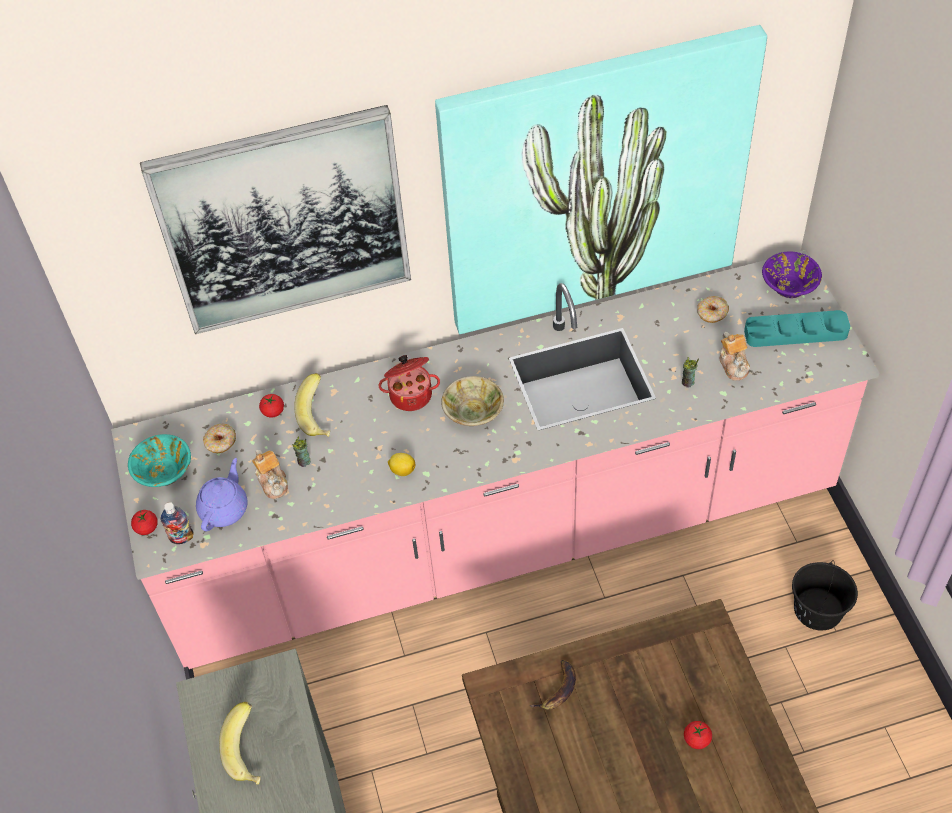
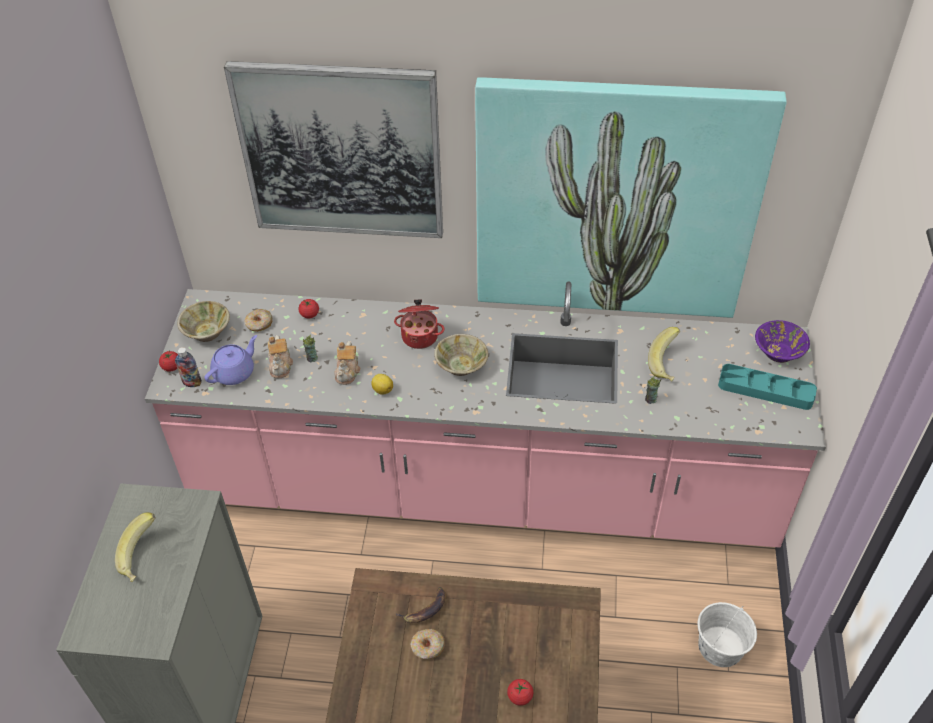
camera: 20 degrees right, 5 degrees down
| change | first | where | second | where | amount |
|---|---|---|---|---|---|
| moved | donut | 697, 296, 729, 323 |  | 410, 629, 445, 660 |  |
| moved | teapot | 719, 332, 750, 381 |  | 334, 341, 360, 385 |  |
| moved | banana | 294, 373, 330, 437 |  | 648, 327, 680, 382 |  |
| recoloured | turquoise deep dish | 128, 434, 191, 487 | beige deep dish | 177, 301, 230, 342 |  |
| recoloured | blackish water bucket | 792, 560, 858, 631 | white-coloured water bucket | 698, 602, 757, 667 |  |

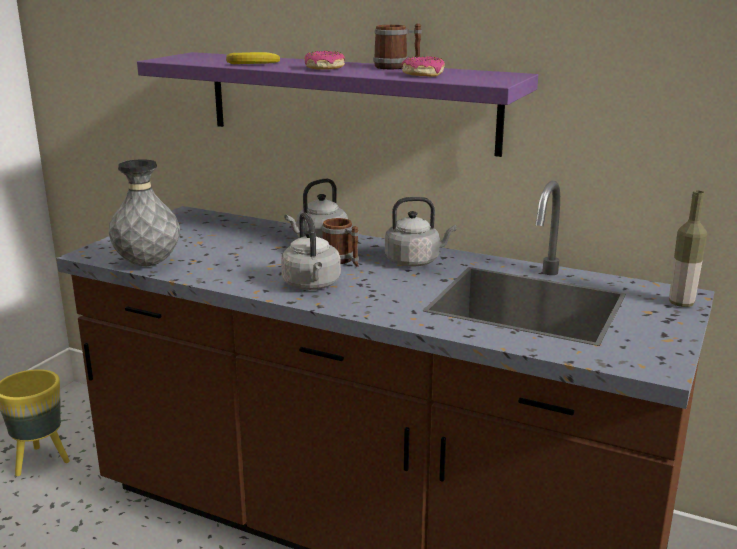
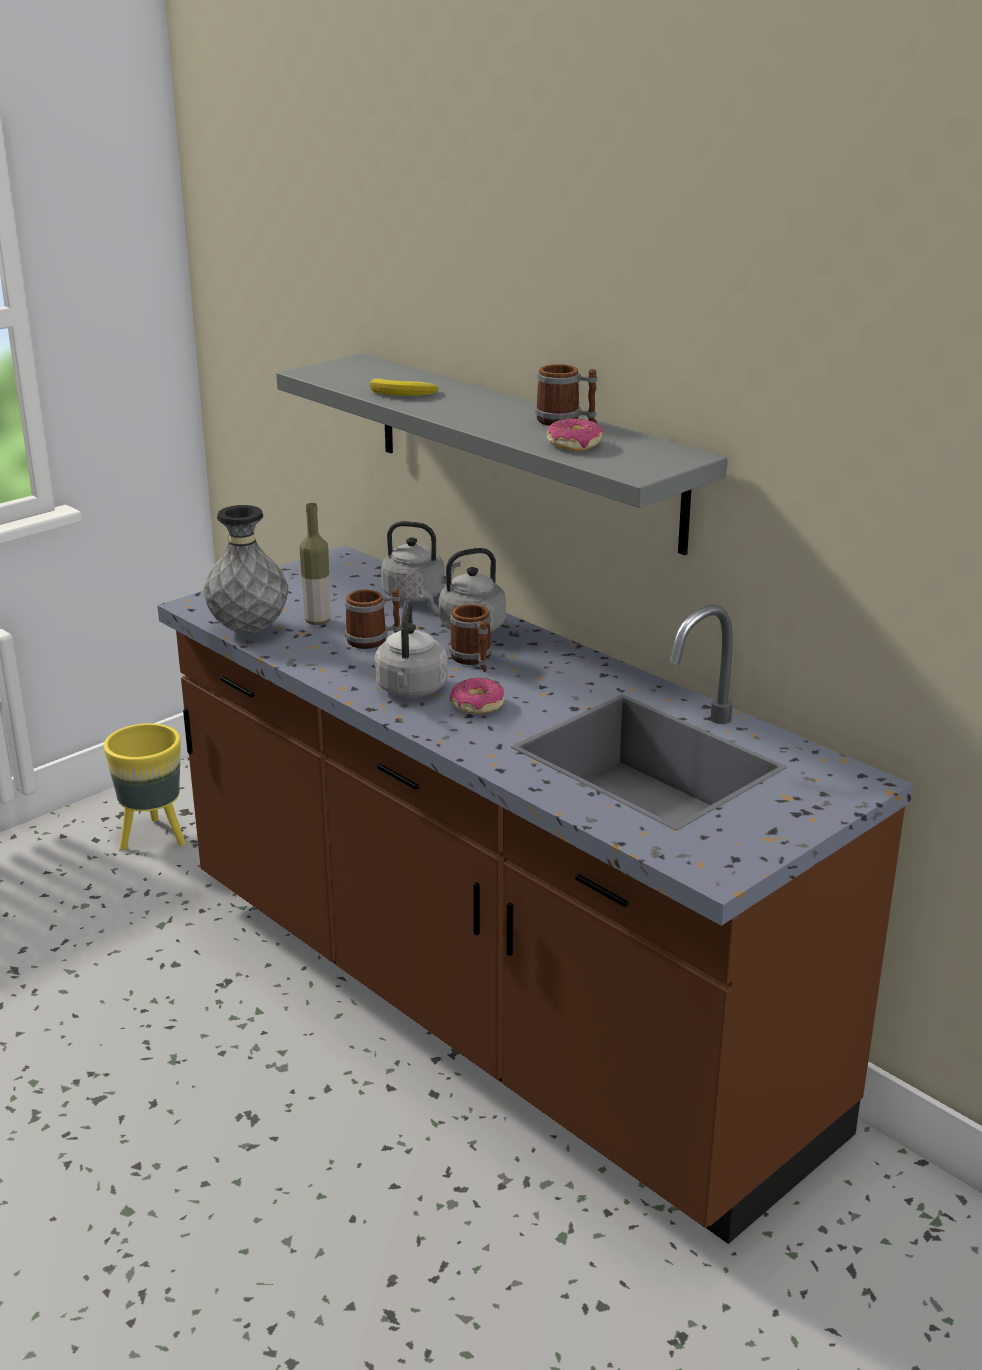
camera: 20 degrees right, 5 degrees up
| change | first | where | second | where | amount |
|---|---|---|---|---|---|
| moved | donut | 304, 51, 345, 70 |  | 450, 678, 505, 714 |  |
| recoloured | purple-coloured wall shelf | 137, 52, 538, 157 | greyish wall shelf | 276, 353, 728, 555 |  |
| moved | beverage bottle | 669, 190, 707, 307 |  | 300, 503, 331, 625 |  |
| moved | greyish tea kettle | 385, 197, 457, 266 |  | 381, 521, 461, 602 |  |
| added |  |  | coffee mug | 345, 589, 401, 649 |  |

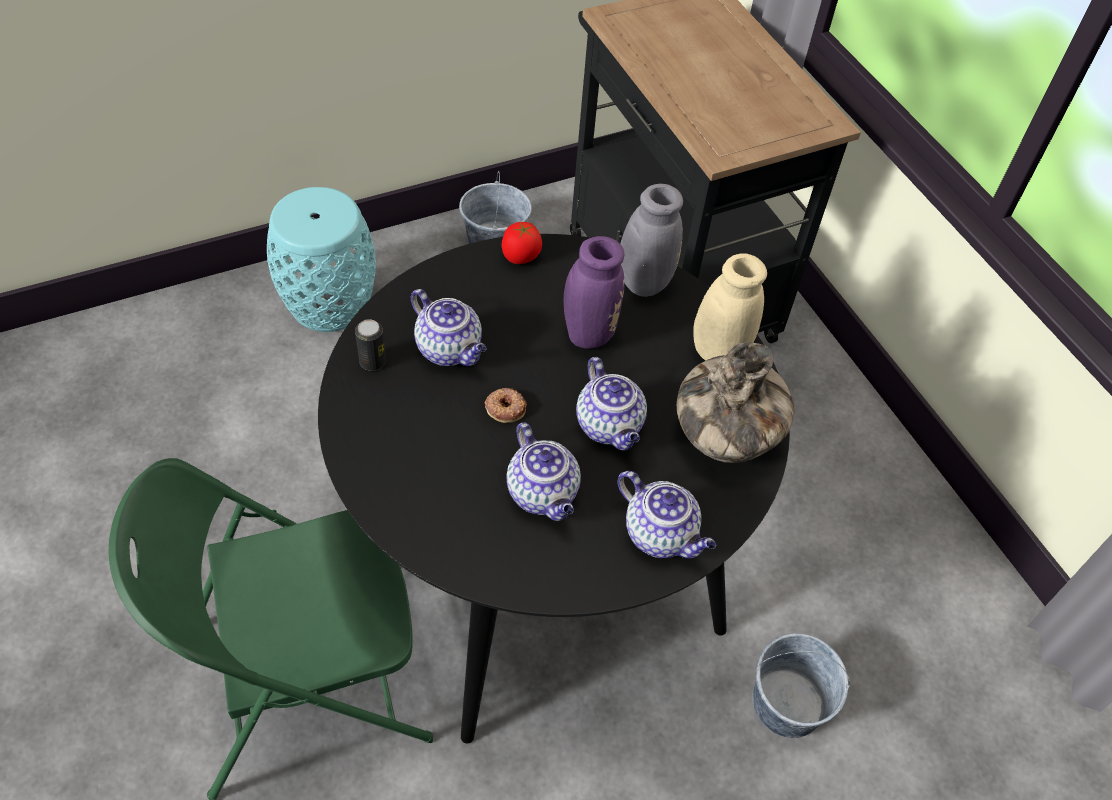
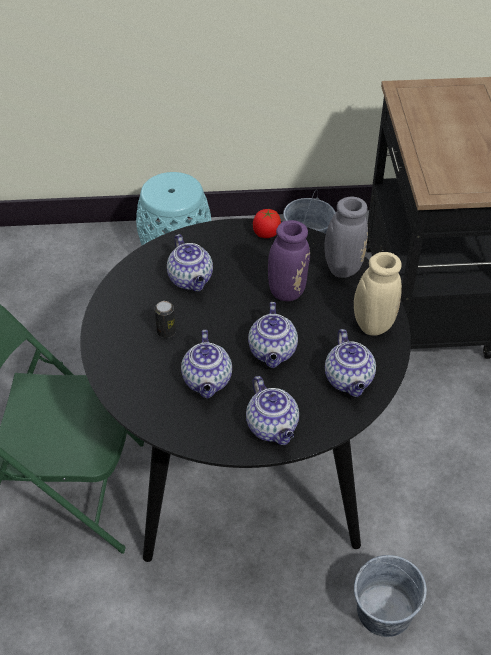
camera: 25 degrees right, 5 degrees down
| change | first | where | second | where | amount |
|---|---|---|---|---|---|
| moved | sealed can | 355, 319, 386, 371 |  | 154, 301, 176, 338 |  |
| replaced | flower vase | 677, 342, 794, 463 | teapot | 325, 329, 376, 397 |  |
| removed | donut | 485, 388, 527, 423 |  |  |  |

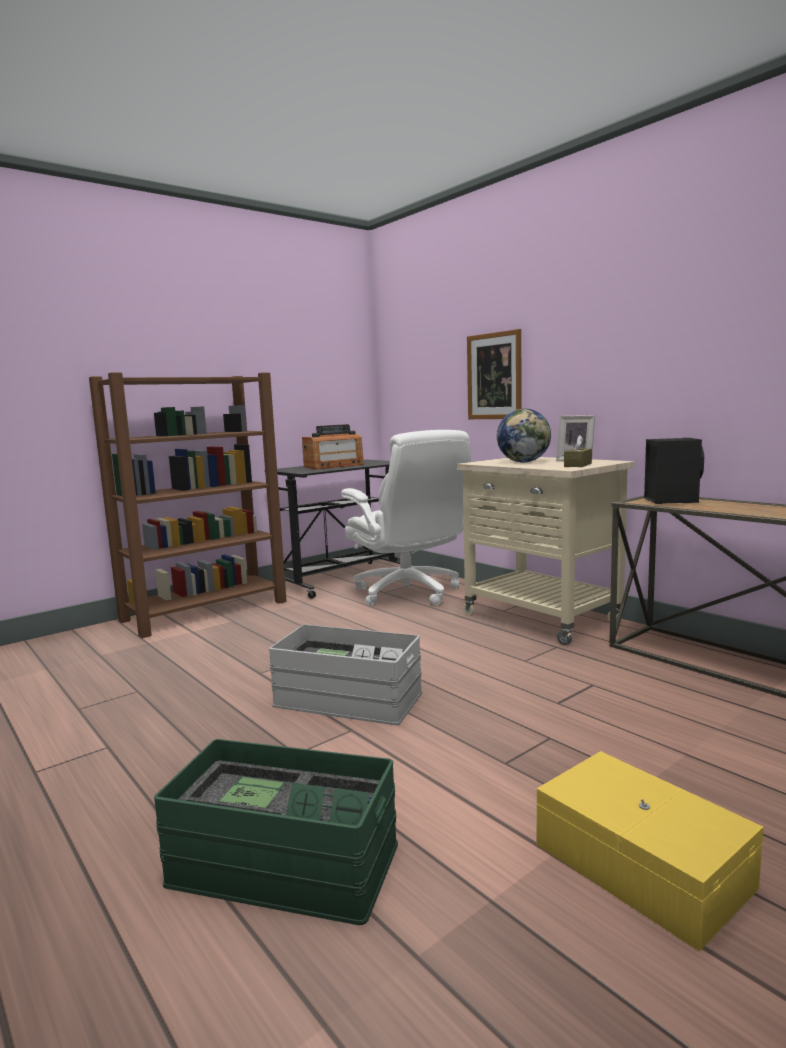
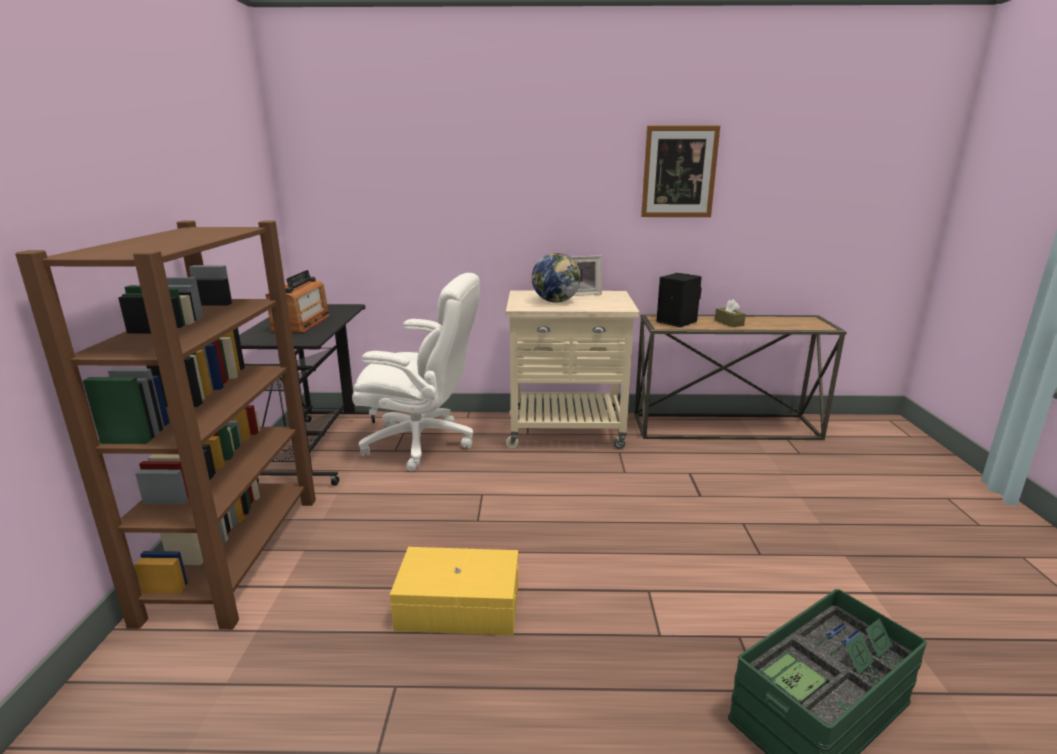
camera: 50 degrees left, 10 degrees up
| change | first | where | second | where | amount |
|---|---|---|---|---|---|
| moved | wall picture | 467, 329, 521, 419 |  | 641, 126, 720, 217 |  |
| moved | brown-coloured tissue box | 564, 435, 592, 467 |  | 715, 299, 746, 327 |  |
| removed | greyish storage bin | 269, 625, 422, 725 |  |  |  |
| moved | yellowish storage bin | 537, 751, 764, 952 |  | 390, 547, 518, 636 |  |

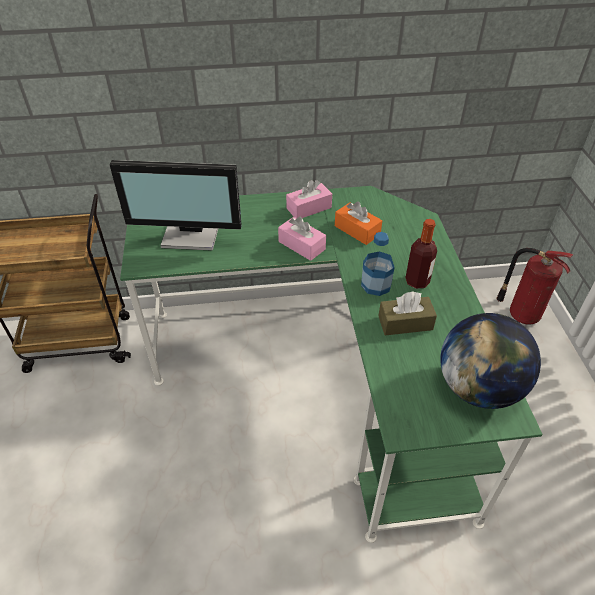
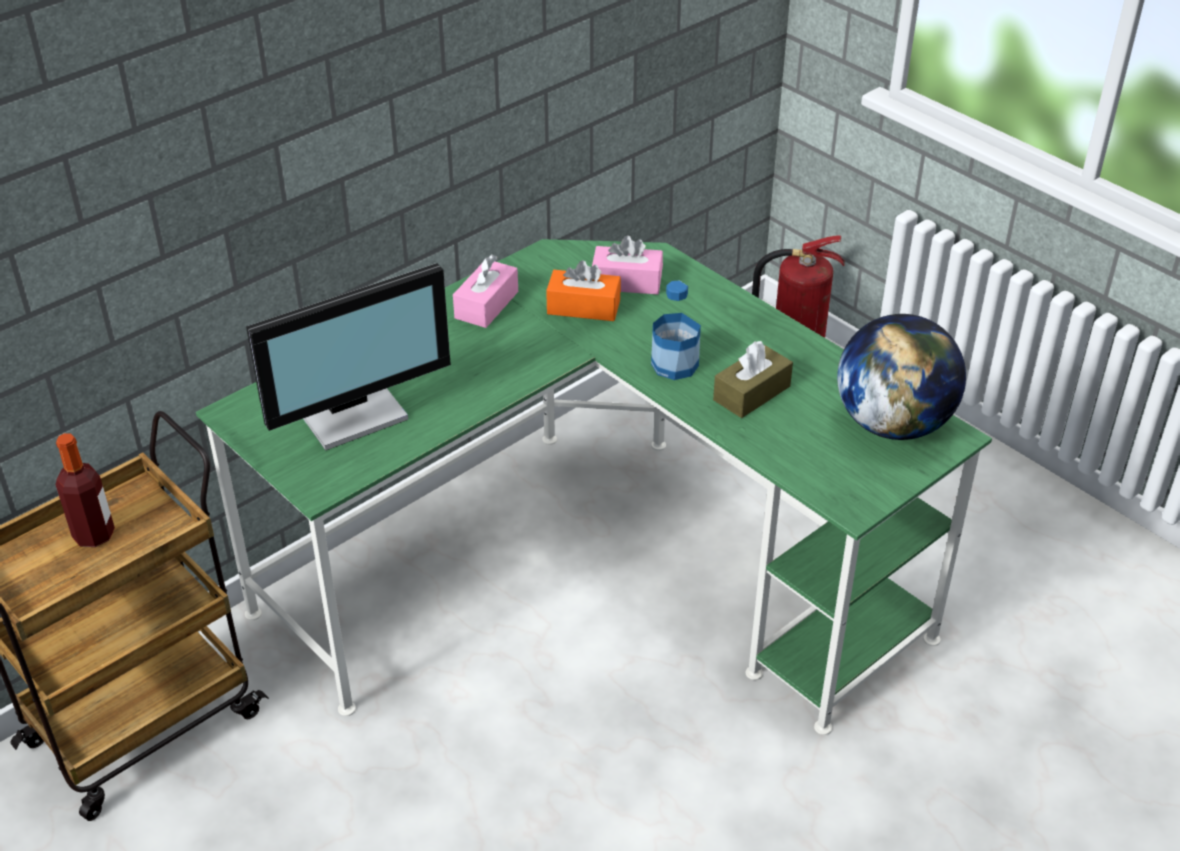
camera: 35 degrees left, 5 degrees down
| change | first | where | second | where | amount |
|---|---|---|---|---|---|
| moved | pink tissue box | 278, 217, 326, 261 |  | 592, 235, 663, 295 |  |
| moved | beverage bottle | 405, 219, 437, 289 |  | 56, 433, 115, 547 |  |

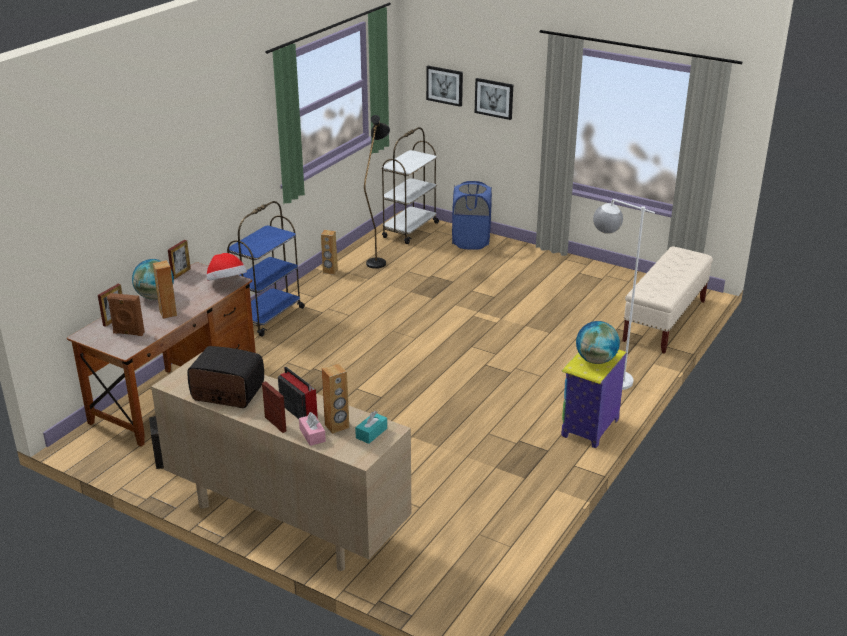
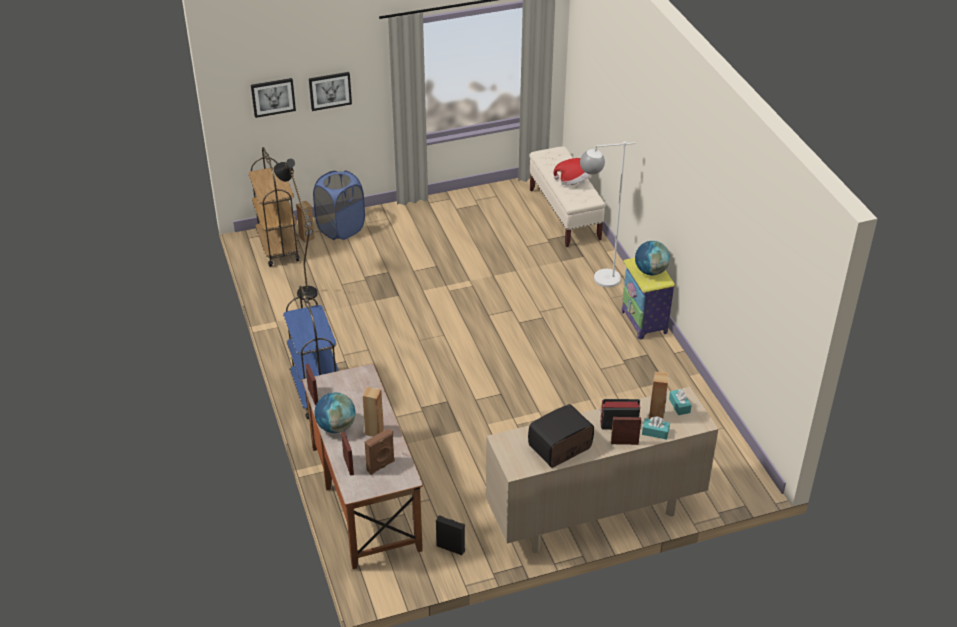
camera: 50 degrees left, 10 degrees up
| change | first | where | second | where | amount |
|---|---|---|---|---|---|
| recoloured | white-coloured cart | 381, 127, 439, 244 | brown-coloured cart | 248, 147, 300, 267 |  |
| moved | brown-coloured speaker | 321, 230, 338, 275 |  | 296, 201, 315, 243 |  |
| moved | clothing hat | 206, 253, 247, 281 |  | 553, 158, 591, 185 |  |
| recoloured | pink tissue box | 299, 412, 326, 446 | turquoise tissue box | 642, 416, 670, 440 |  |

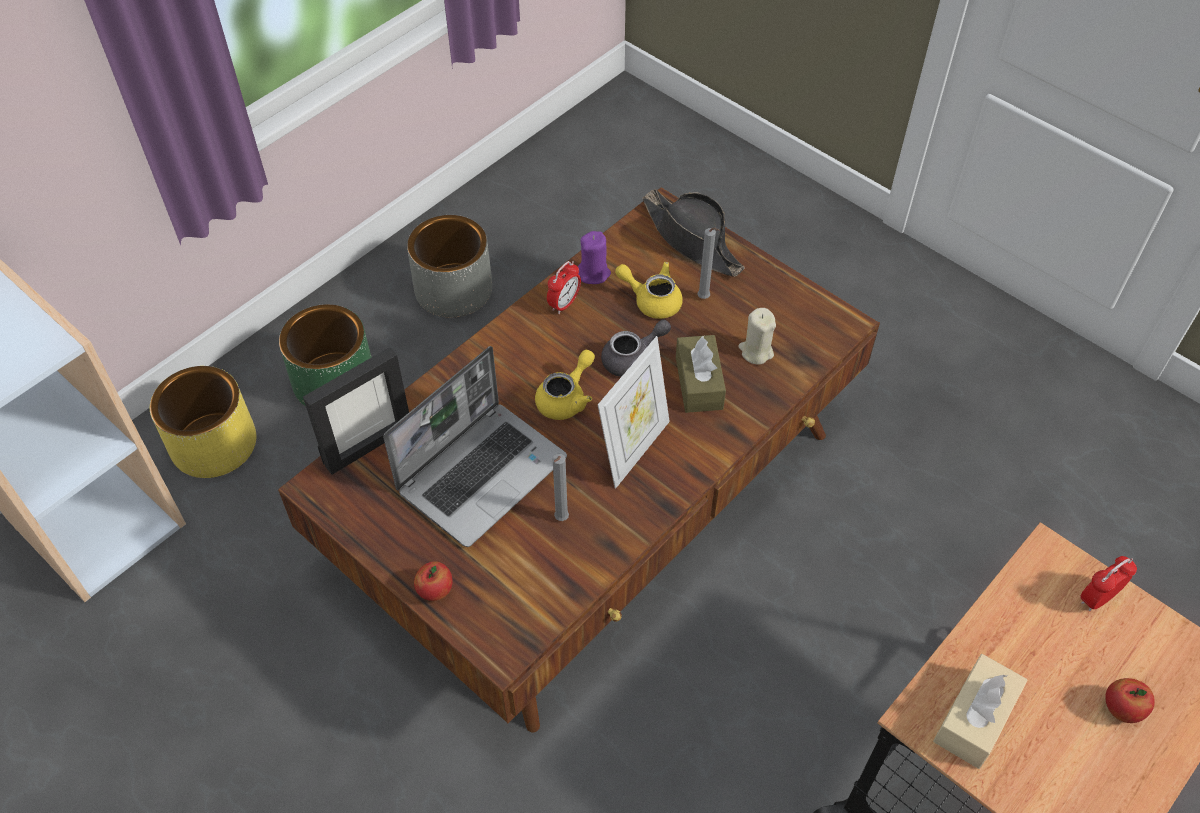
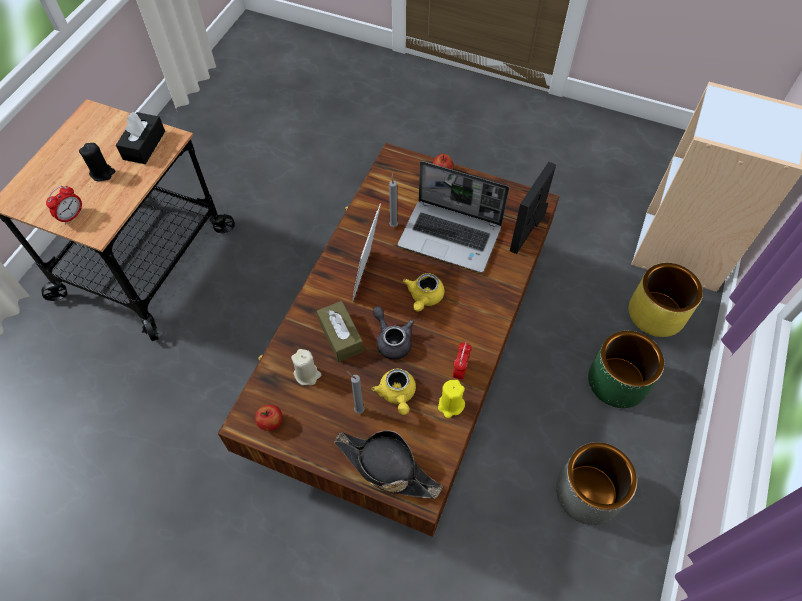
camera: 160 degrees right, 5 degrees up
| change | first | where | second | where | amount |
|---|---|---|---|---|---|
| recoloured | purple-coloured wax candle | 578, 231, 611, 284 | yellowish wax candle | 438, 380, 465, 418 |  |
| turned | yellowish teapot | 615, 262, 683, 319 |  | 372, 369, 416, 415 | 75 degrees clockwise |
| turned | greyish teapot | 601, 319, 671, 377 |  | 373, 306, 414, 360 | 105 degrees clockwise |
| turned | portable computer | 383, 346, 567, 547 |  | 398, 161, 509, 273 | 90 degrees counterclockwise |
| recoloured | beige tissue box | 933, 654, 1027, 769 | blackish tissue box | 116, 112, 165, 164 |  |
| moved | apple | 1105, 678, 1155, 723 |  | 255, 405, 282, 431 |  |
| added |  |  | blackish wax candle | 79, 143, 115, 181 |  |

